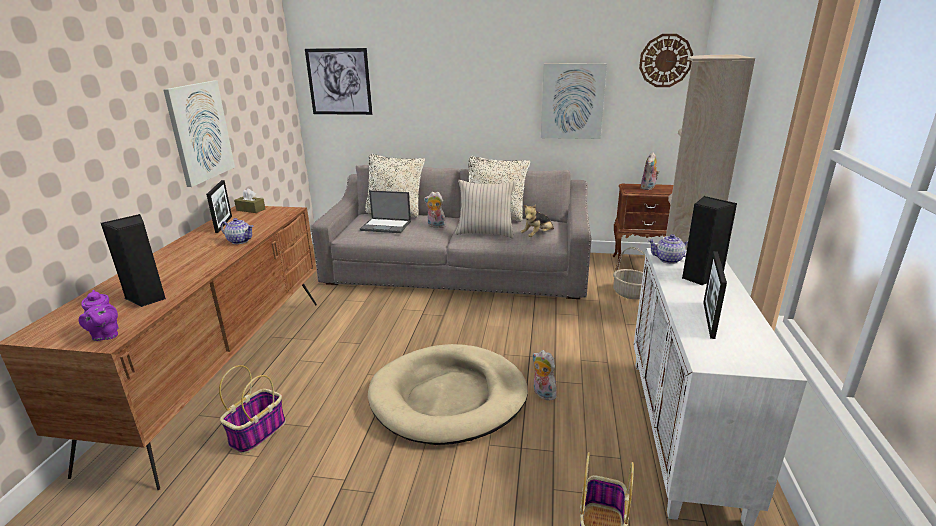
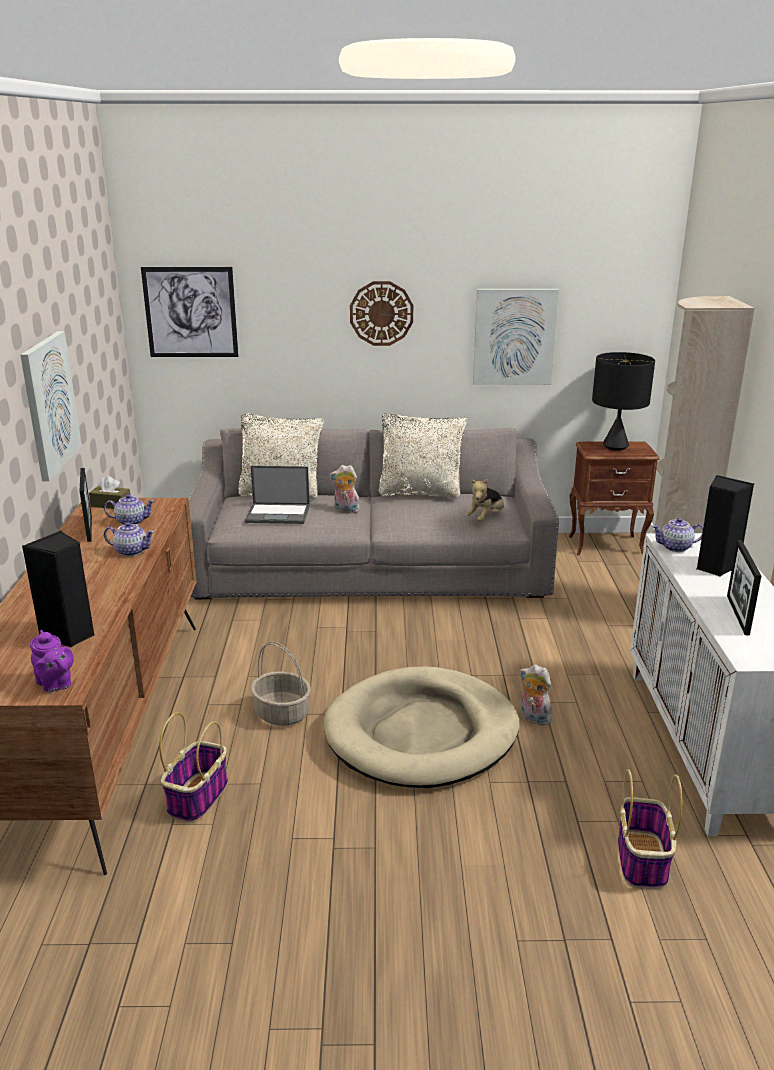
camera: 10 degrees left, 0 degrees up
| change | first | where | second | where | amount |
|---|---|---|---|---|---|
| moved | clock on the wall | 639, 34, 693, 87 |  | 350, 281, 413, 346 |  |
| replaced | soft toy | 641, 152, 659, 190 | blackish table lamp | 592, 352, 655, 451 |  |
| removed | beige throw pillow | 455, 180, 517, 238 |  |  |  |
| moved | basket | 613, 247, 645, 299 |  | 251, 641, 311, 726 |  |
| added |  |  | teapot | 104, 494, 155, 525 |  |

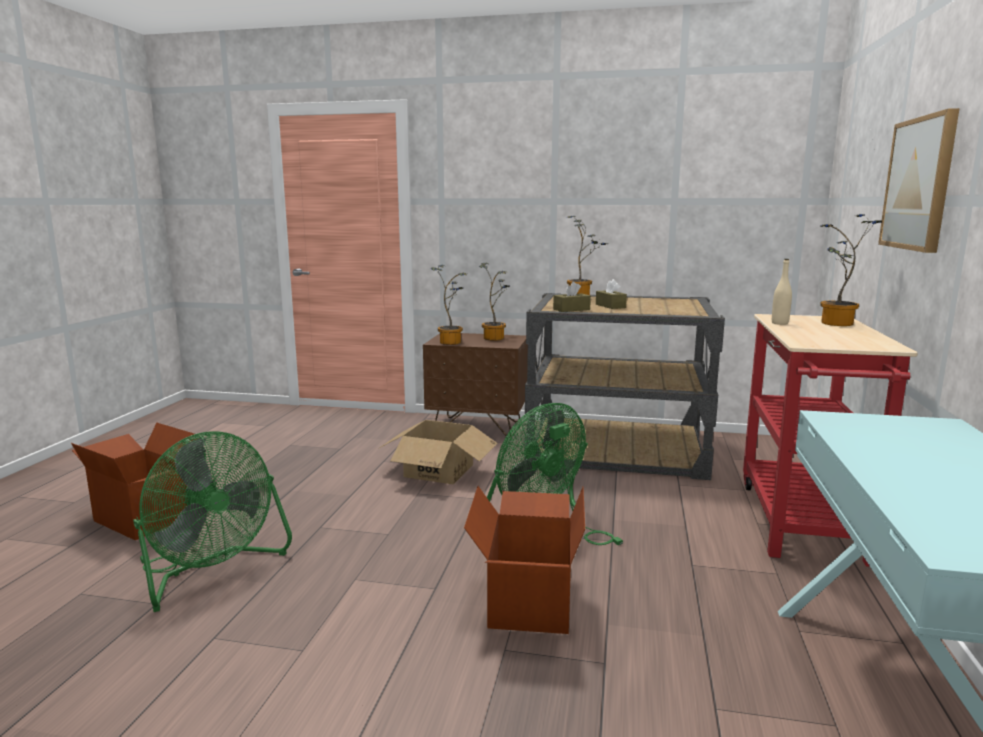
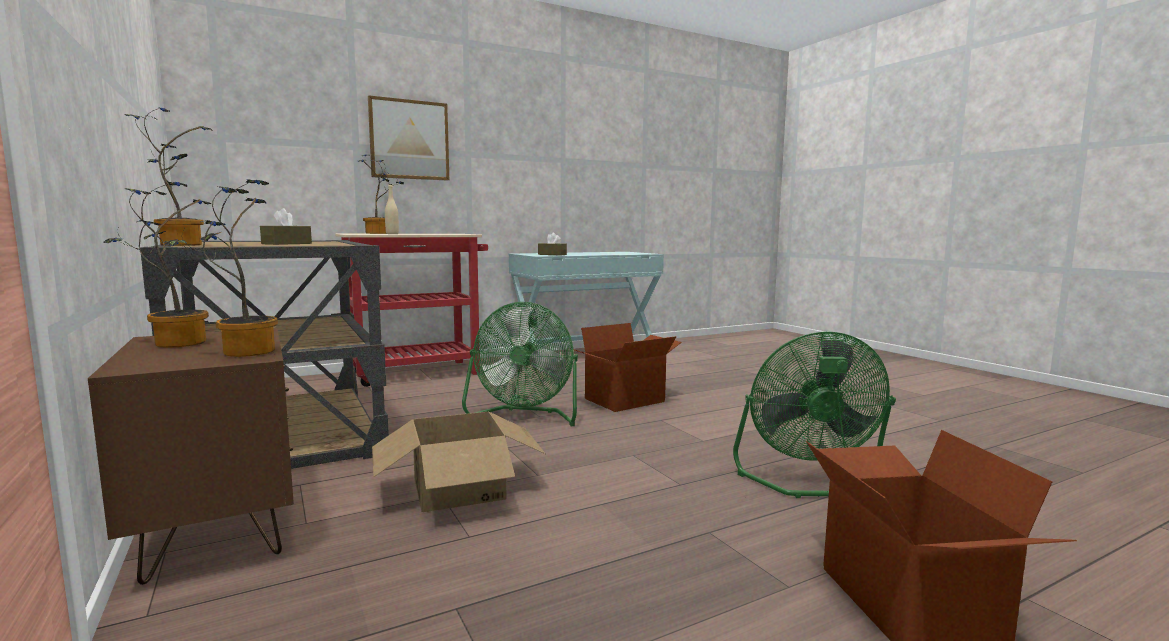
camera: 130 degrees left, 5 degrees down
| change | first | where | second | where | amount |
|---|---|---|---|---|---|
| moved | brown-coloured tissue box | 553, 282, 591, 312 |  | 538, 233, 567, 255 |  |

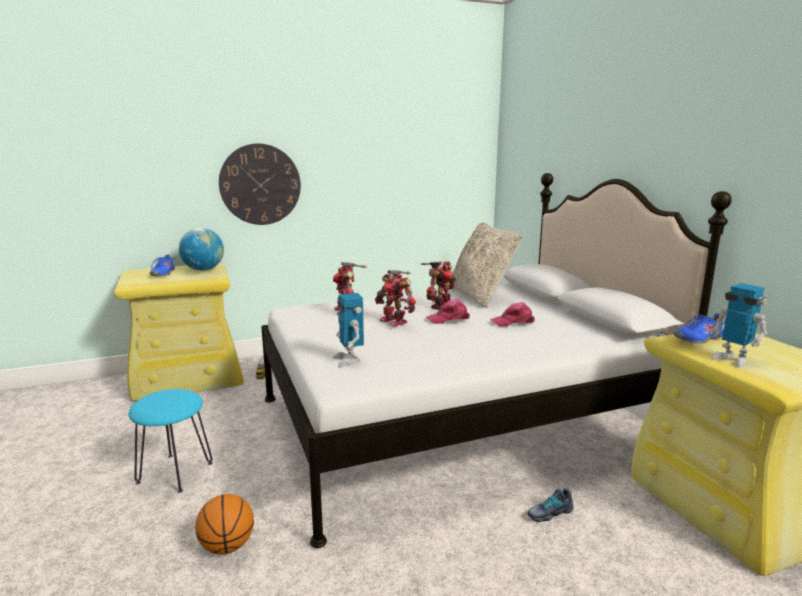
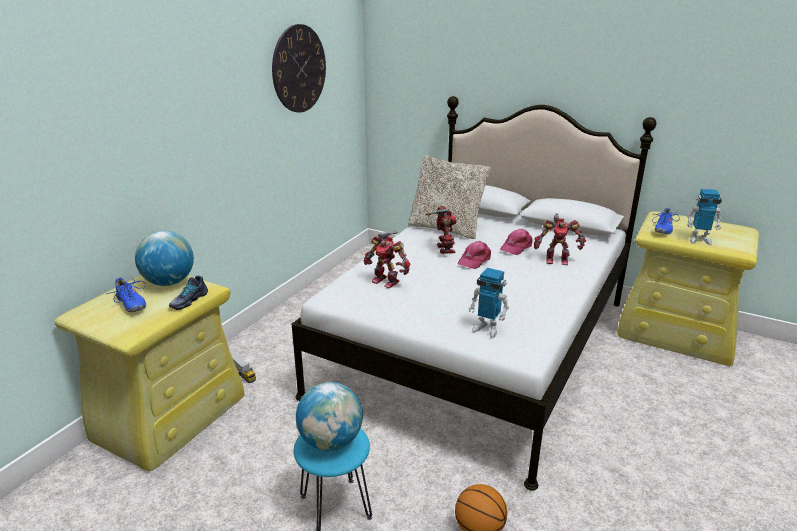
camera: 40 degrees left, 10 degrees up
| change | first | where | second | where | amount |
|---|---|---|---|---|---|
| moved | clock on the wall | 219, 143, 301, 225 |  | 272, 24, 326, 112 |  |
| moved | model robot | 375, 270, 416, 327 |  | 534, 213, 586, 265 |  |
| moved | item of footwear | 527, 488, 574, 522 |  | 169, 275, 208, 310 |  |
| added |  |  | world globe | 296, 382, 363, 451 |  |

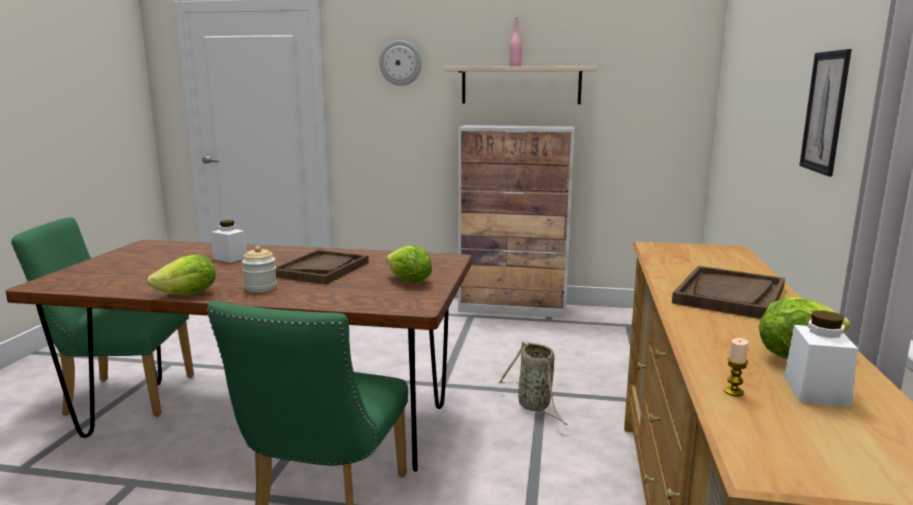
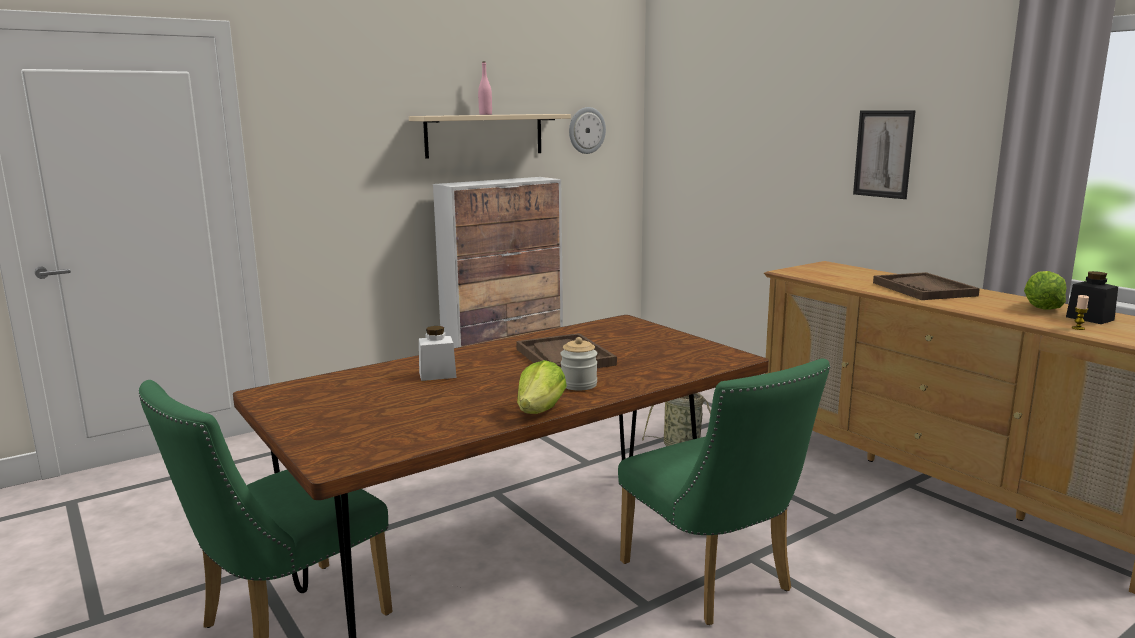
camera: 45 degrees left, 0 degrees up
| change | first | where | second | where | amount |
|---|---|---|---|---|---|
| moved | clock on the wall | 379, 40, 422, 86 |  | 569, 107, 606, 154 |  |
| removed | lettuce head | 386, 246, 432, 282 |  |  |  |
| recoloured | white-coloured storage jar | 784, 310, 858, 407 | blackish storage jar | 1066, 271, 1118, 324 |  |

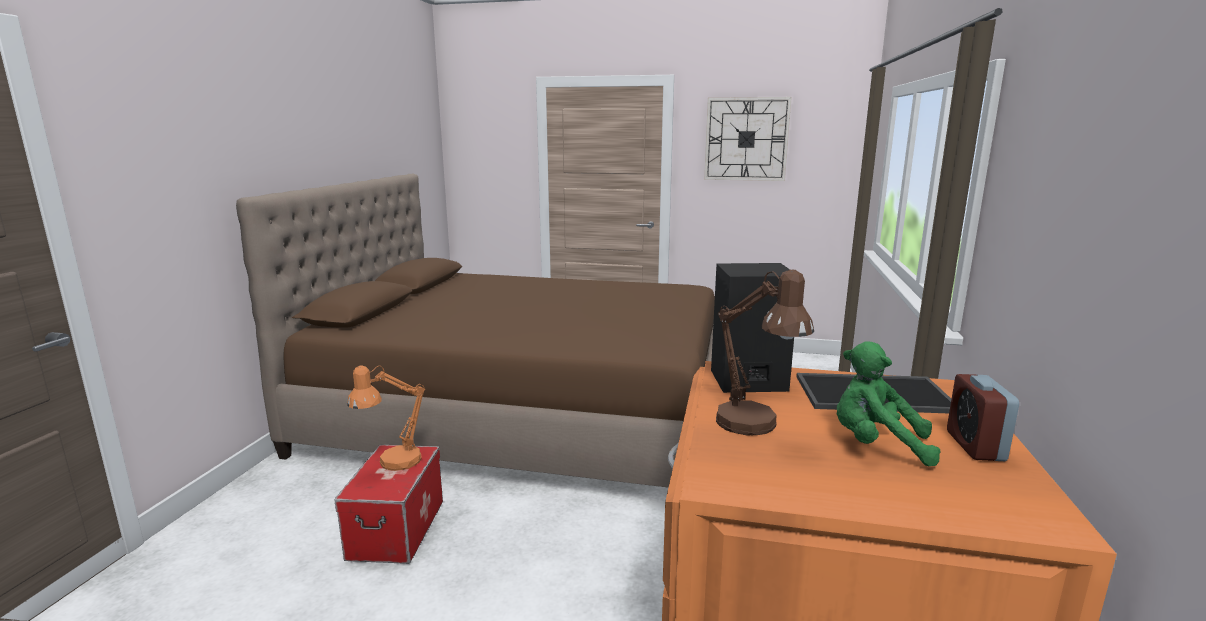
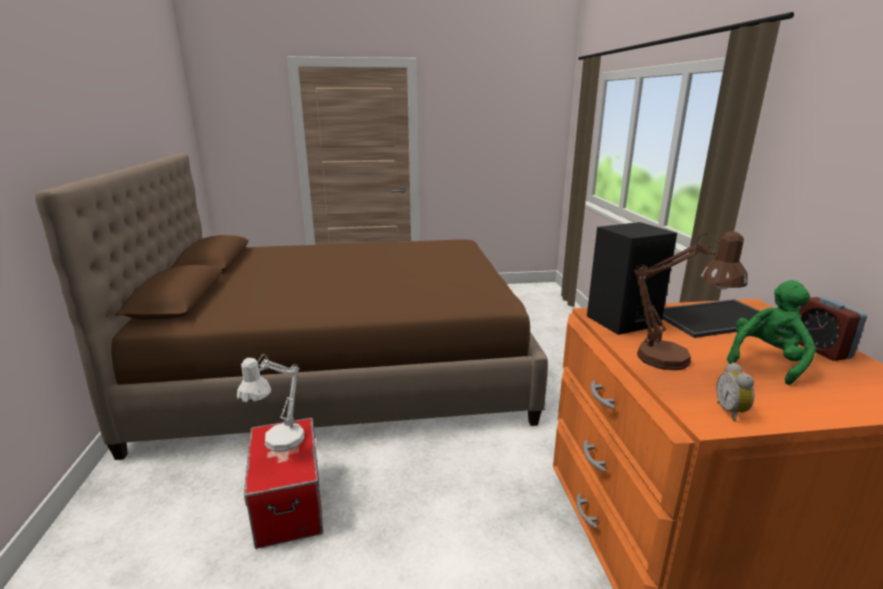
camera: 20 degrees left, 5 degrees up
| change | first | where | second | where | amount |
|---|---|---|---|---|---|
| removed | clock on the wall | 704, 97, 792, 181 |  |  |  |
| turned | green-coloured soft toy | 837, 341, 941, 466 |  | 727, 280, 816, 385 | 135 degrees clockwise |
| recoloured | orangey table lamp | 347, 365, 425, 471 | white-coloured table lamp | 237, 354, 304, 452 |  |
| added |  |  | alarm clock | 716, 362, 754, 422 |  |

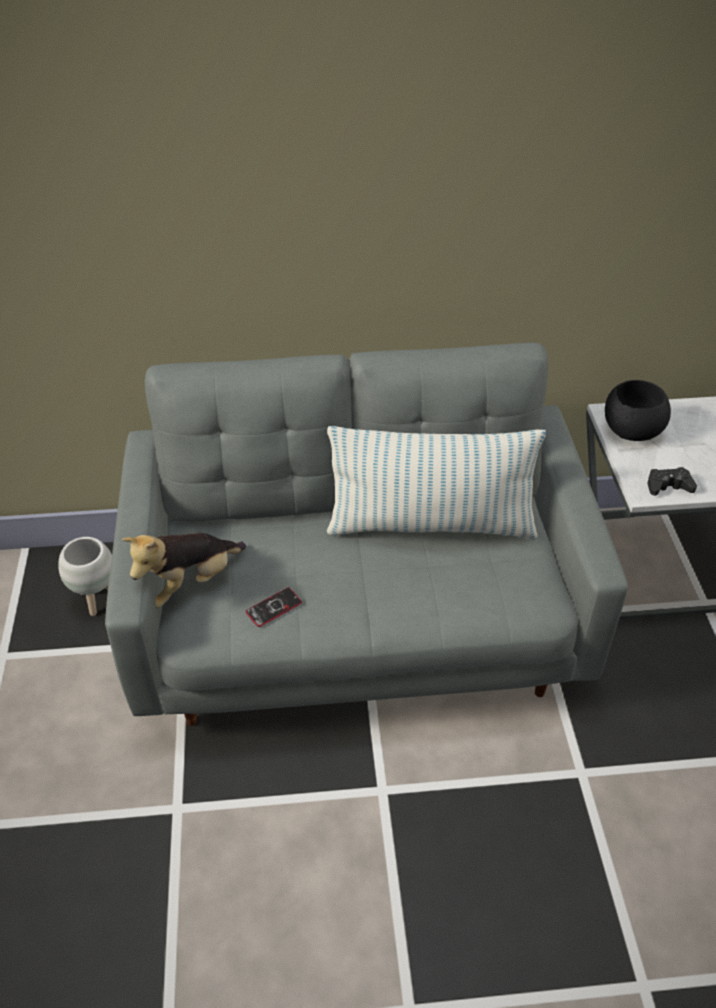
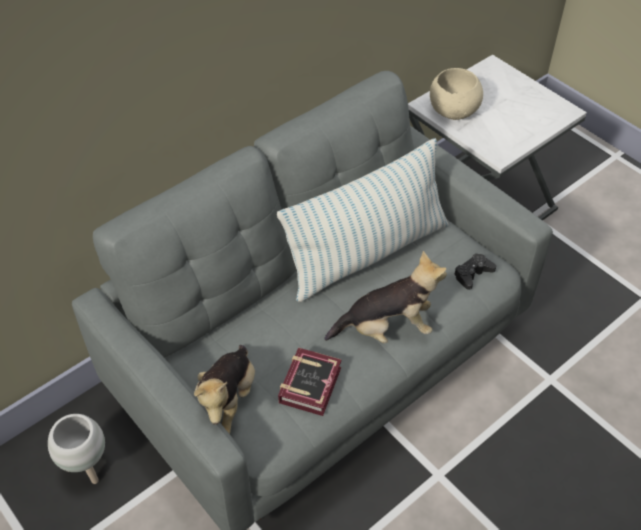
camera: 35 degrees left, 5 degrees up
| change | first | where | second | where | amount |
|---|---|---|---|---|---|
| recoloured | blackish deep dish | 605, 380, 671, 441 | beige deep dish | 430, 68, 483, 120 |  |
| moved | blackish joypad | 647, 467, 697, 496 |  | 454, 253, 496, 290 |  |
| replaced | telephone | 245, 587, 302, 627 | volume | 278, 348, 342, 416 |  |
| added |  |  | soft toy | 324, 251, 447, 344 |  |

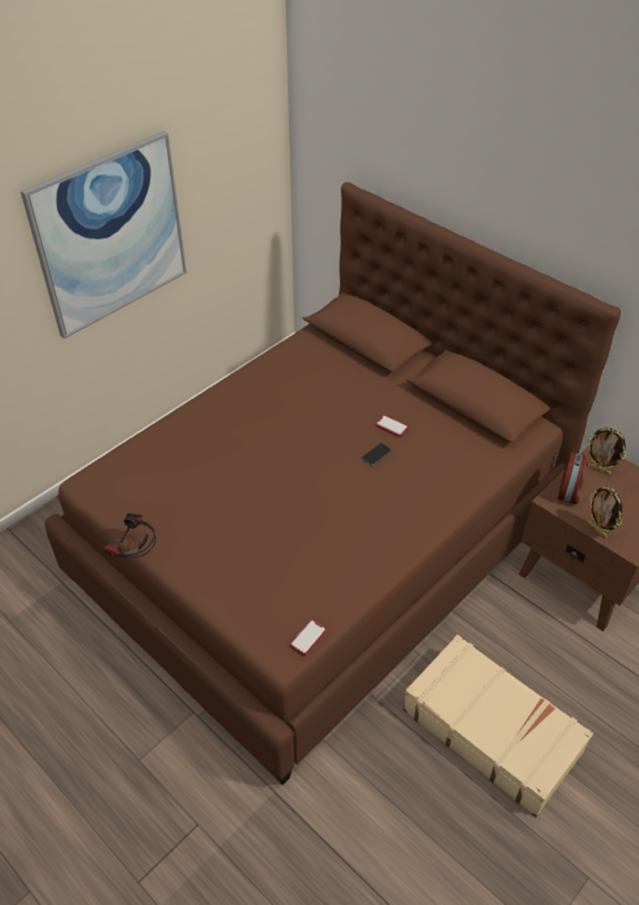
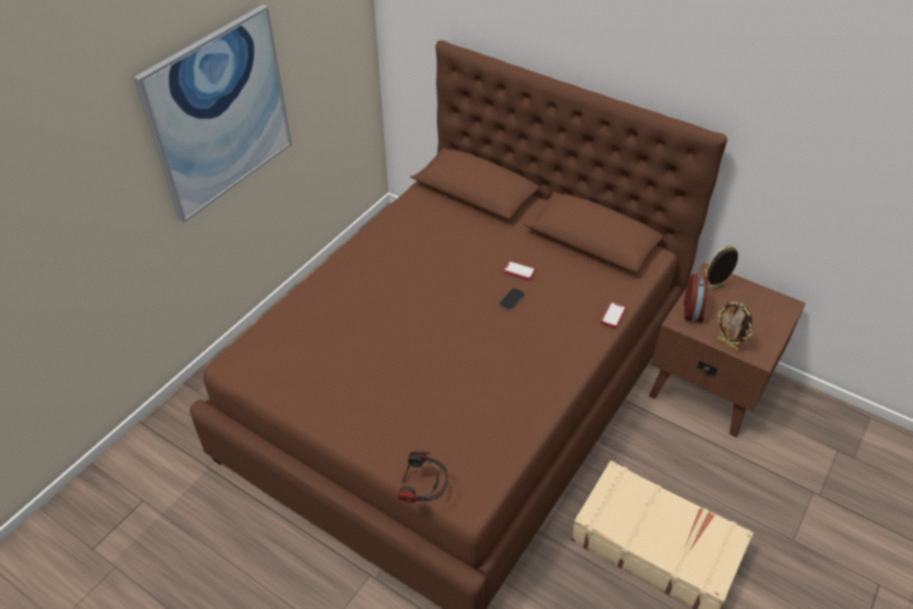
camera: 10 degrees left, 0 degrees up
| change | first | where | second | where | amount |
|---|---|---|---|---|---|
| turned | photo frame | 587, 427, 627, 475 |  | 705, 245, 738, 291 | 135 degrees clockwise |
| moved | headset | 104, 513, 156, 558 |  | 398, 451, 448, 503 |  |
| moved | telephone | 290, 620, 326, 656 |  | 601, 302, 626, 328 |  |

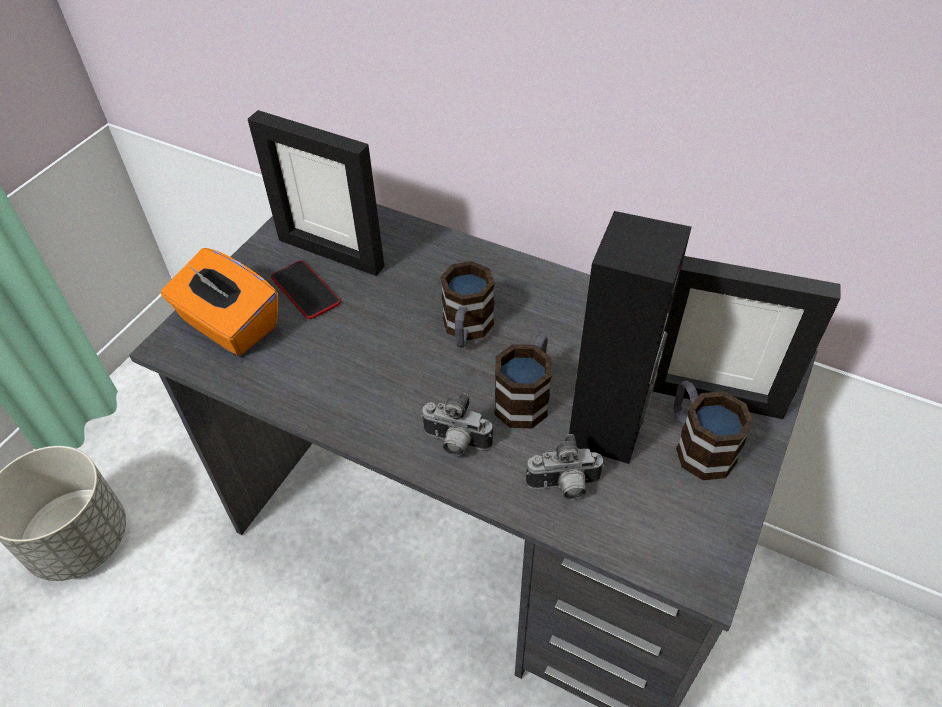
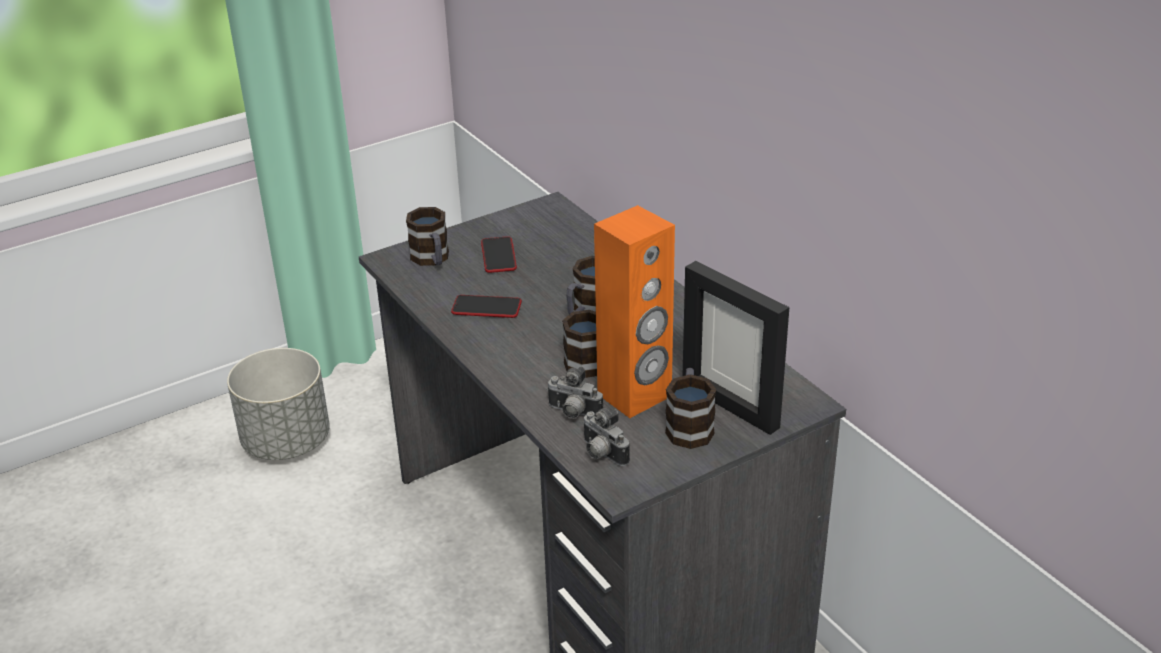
camera: 30 degrees right, 15 degrees down
| change | first | where | second | where | amount |
|---|---|---|---|---|---|
| removed | photo frame | 248, 110, 385, 276 |  |  |  |
| recoloured | blackish speaker | 569, 211, 692, 464 | orangey speaker | 594, 205, 675, 418 |  |
| replaced | orangey tissue box | 161, 248, 278, 356 | coffee mug | 406, 207, 449, 266 |  |
| moved | photo camera | 421, 393, 493, 456 |  | 582, 408, 630, 466 |  |
| added |  |  | telephone | 451, 295, 522, 318 |  |

